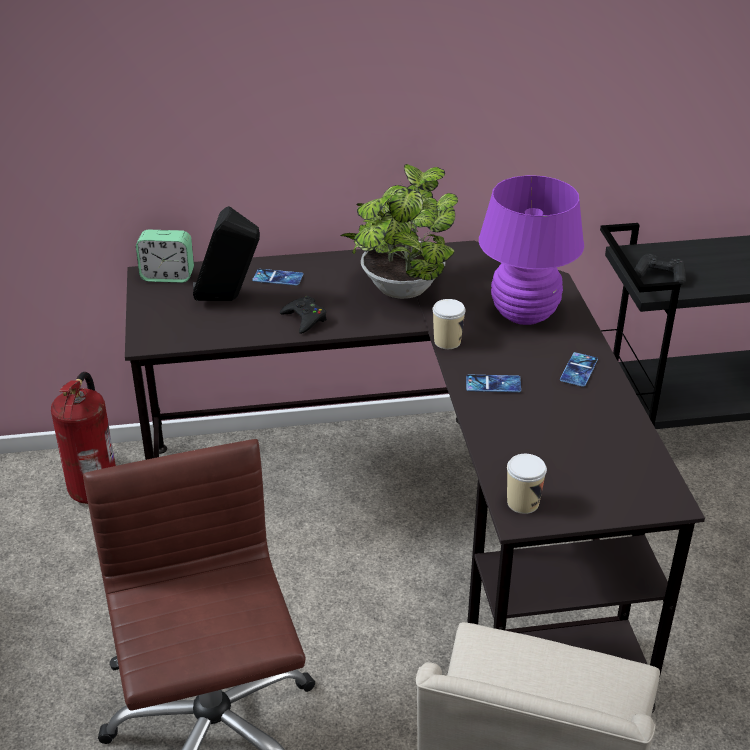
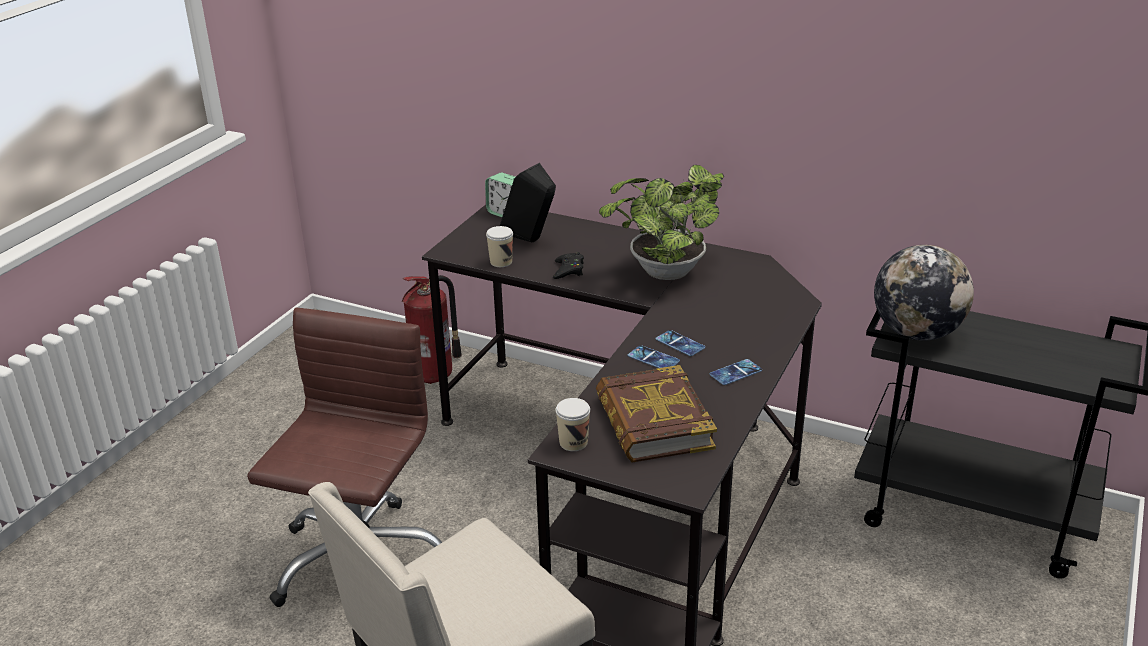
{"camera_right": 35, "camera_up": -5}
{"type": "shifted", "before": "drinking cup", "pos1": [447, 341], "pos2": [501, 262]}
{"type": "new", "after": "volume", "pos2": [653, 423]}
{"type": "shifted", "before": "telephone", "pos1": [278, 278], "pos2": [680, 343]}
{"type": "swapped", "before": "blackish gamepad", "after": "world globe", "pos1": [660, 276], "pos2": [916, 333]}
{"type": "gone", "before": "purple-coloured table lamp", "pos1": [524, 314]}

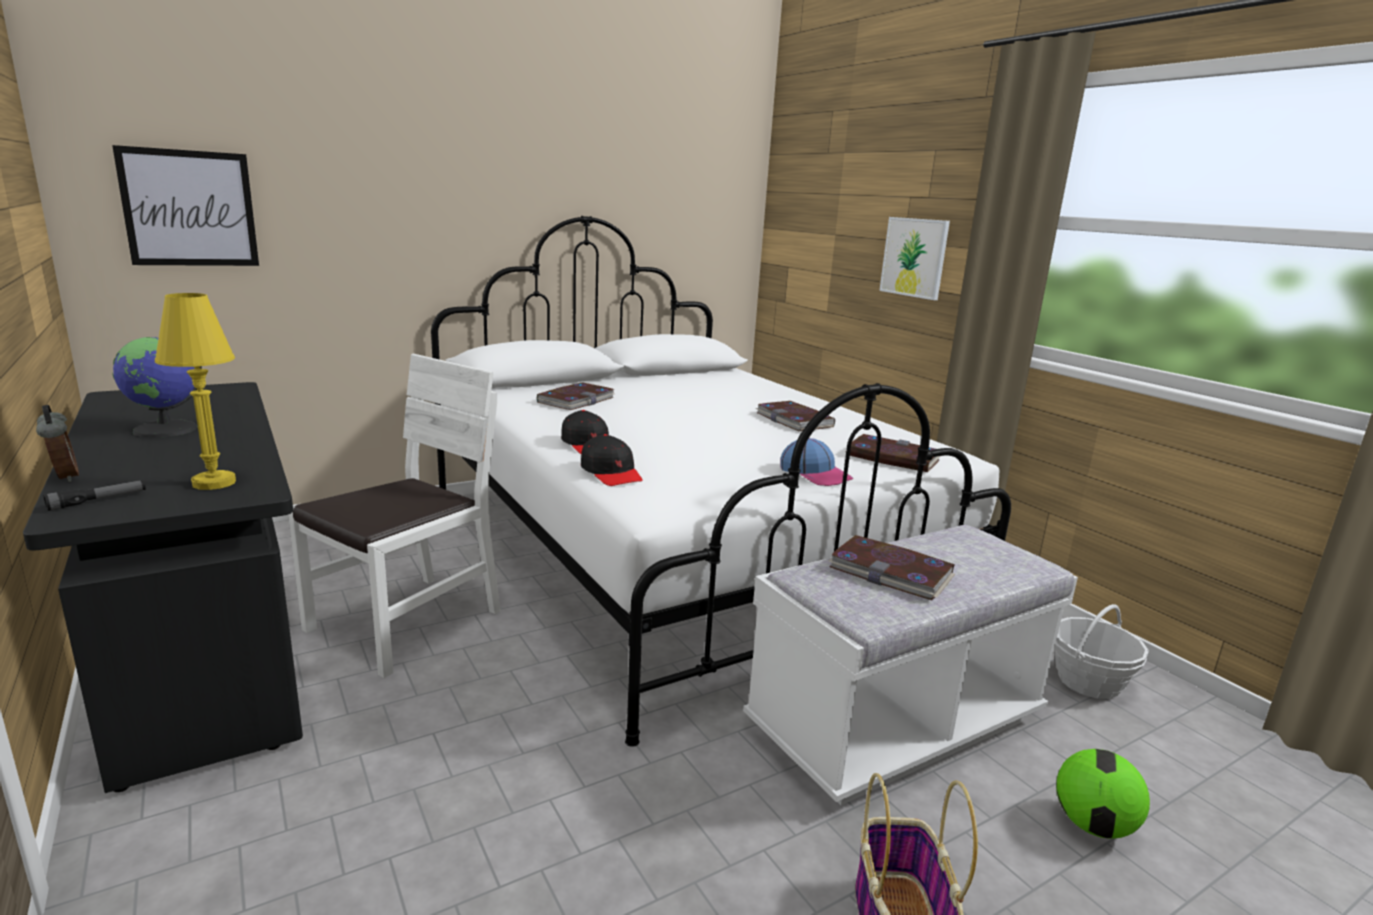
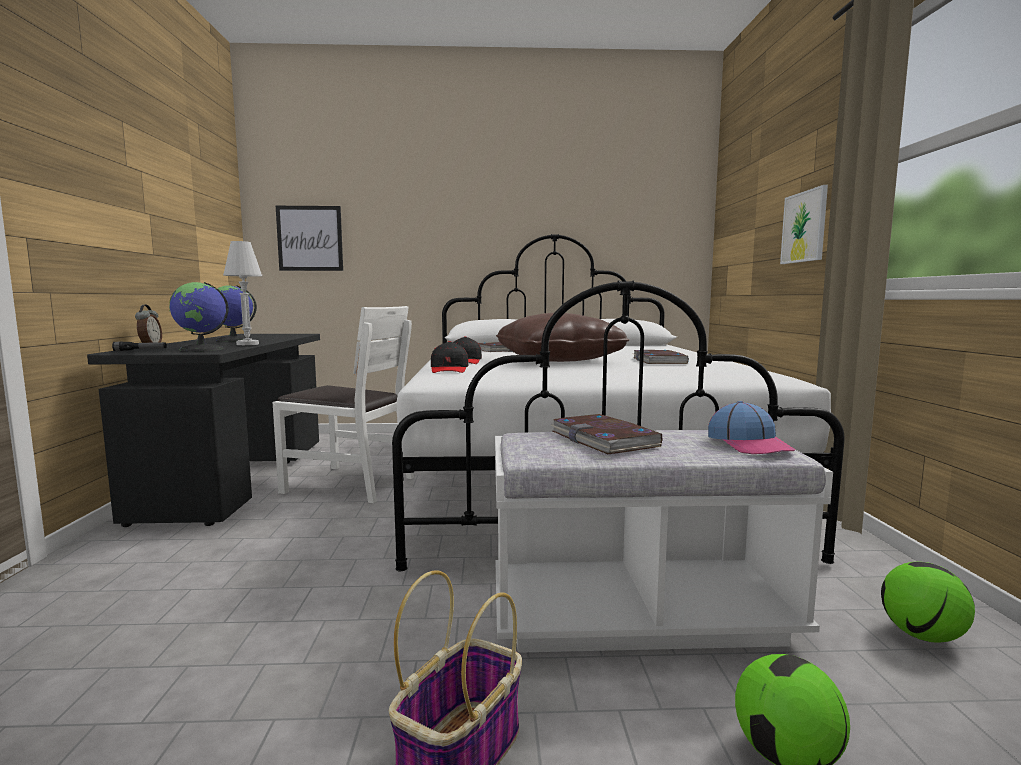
{"camera_right": 30, "camera_up": -10}
{"type": "swapped", "before": "yellow table lamp", "after": "world globe", "pos1": [214, 483], "pos2": [202, 349]}
{"type": "new", "after": "white table lamp", "pos2": [247, 344]}
{"type": "rotated", "before": "white plain chair", "pos1": [406, 622], "pos2": [349, 484], "turn": 45}
{"type": "new", "after": "brown pillow", "pos2": [559, 360]}
{"type": "shifted", "before": "cap", "pos1": [815, 474], "pos2": [749, 444]}
{"type": "swapped", "before": "storage basket", "after": "football", "pos1": [1088, 682], "pos2": [922, 635]}
{"type": "gone", "before": "volume", "pos1": [892, 458]}

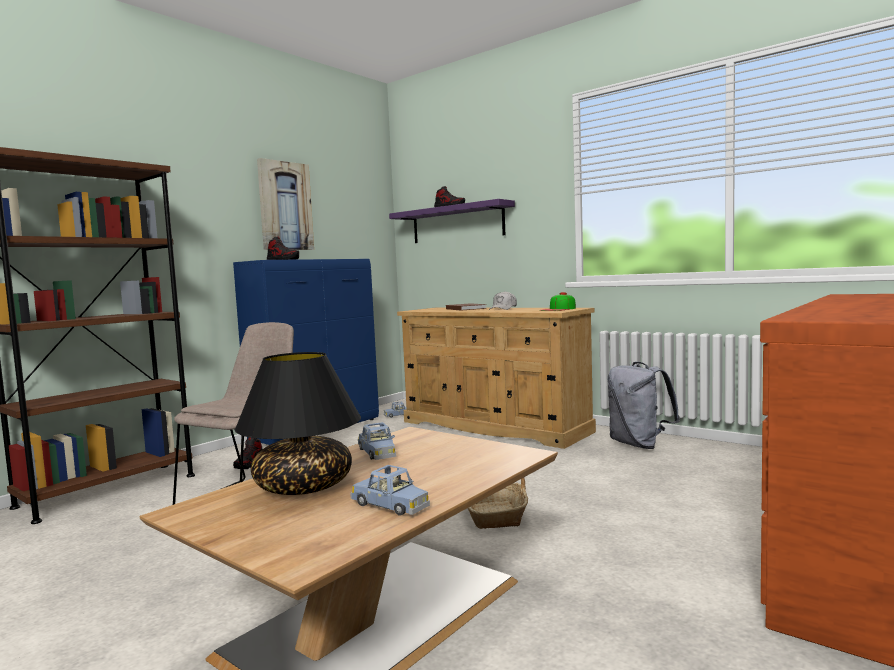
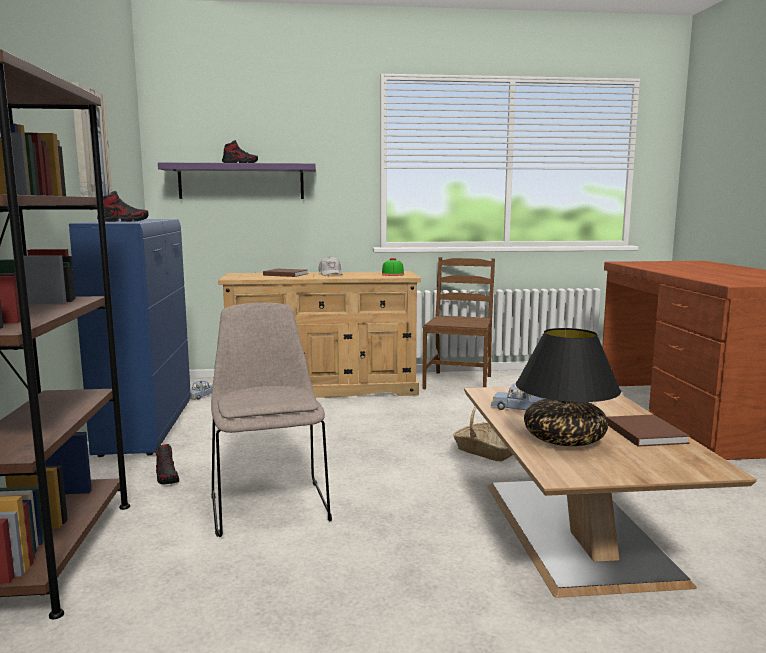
{"camera_right": -45, "camera_up": 5}
{"type": "swapped", "before": "gray knapsack", "after": "brown plain chair", "pos1": [639, 445], "pos2": [458, 382]}
{"type": "swapped", "before": "bluish model car", "after": "brown volume", "pos1": [390, 505], "pos2": [644, 432]}

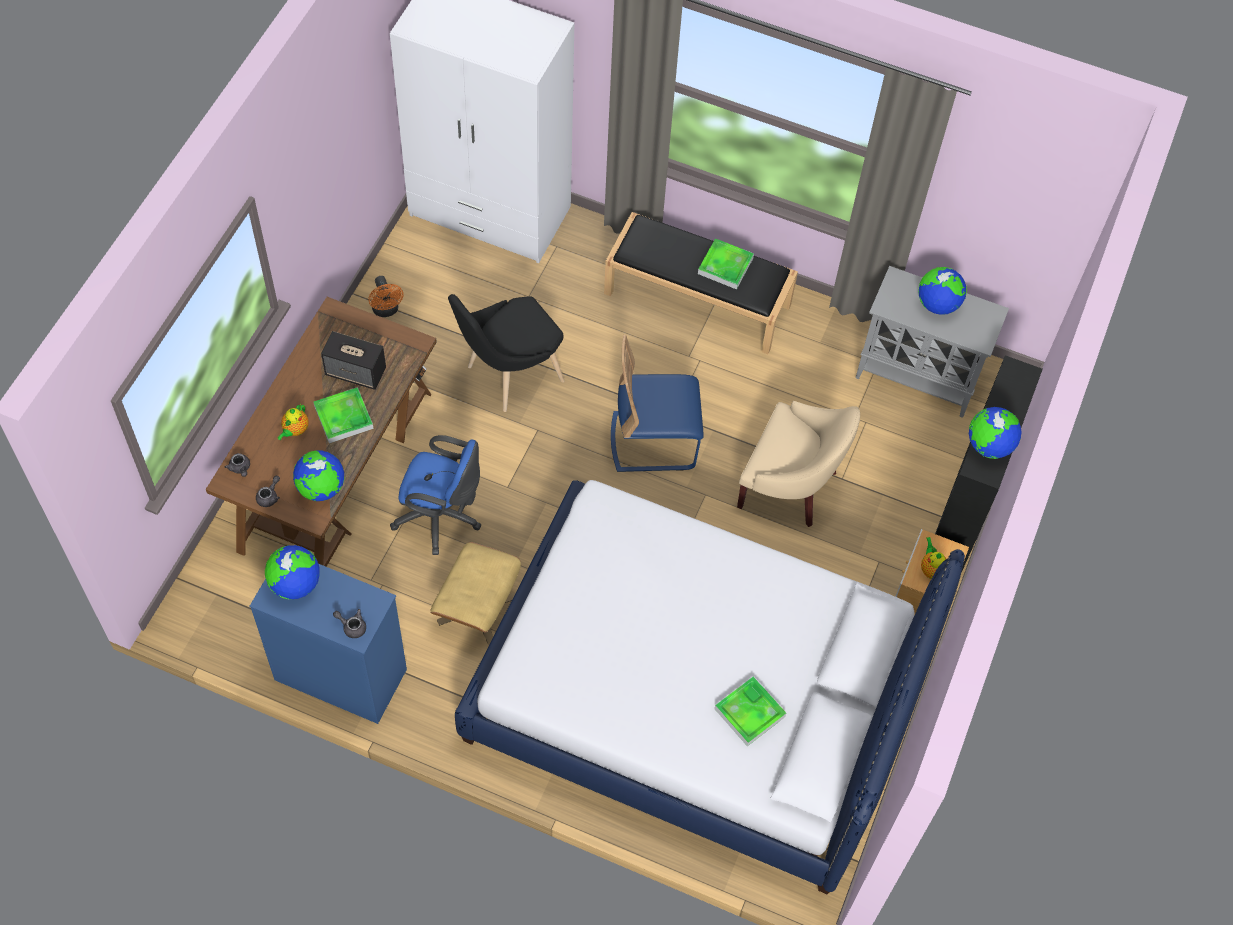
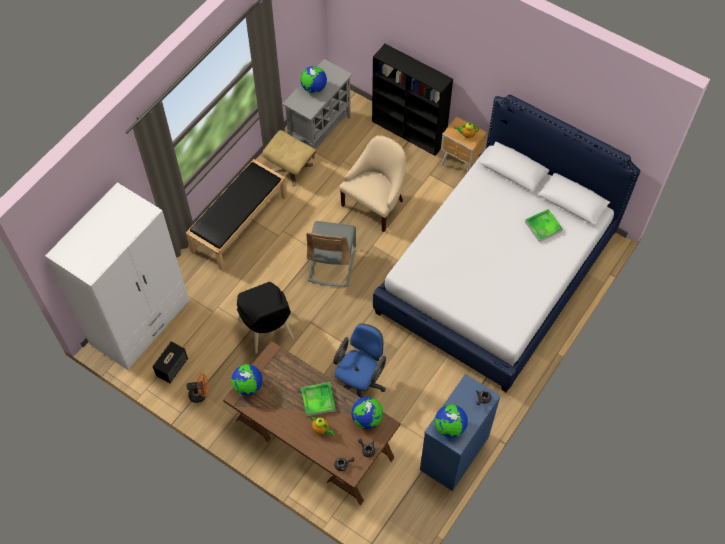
{"camera_right": -75, "camera_up": 0}
{"type": "shifted", "before": "audio speaker", "pos1": [356, 372], "pos2": [172, 367]}
{"type": "shifted", "before": "world globe", "pos1": [989, 446], "pos2": [248, 386]}
{"type": "shifted", "before": "beige ottoman", "pos1": [478, 609], "pos2": [291, 168]}
{"type": "repainted", "before": "bluish plain chair", "after": "gray plain chair", "pos1": [653, 441], "pos2": [332, 264]}
{"type": "gone", "before": "tray", "pos1": [725, 266]}

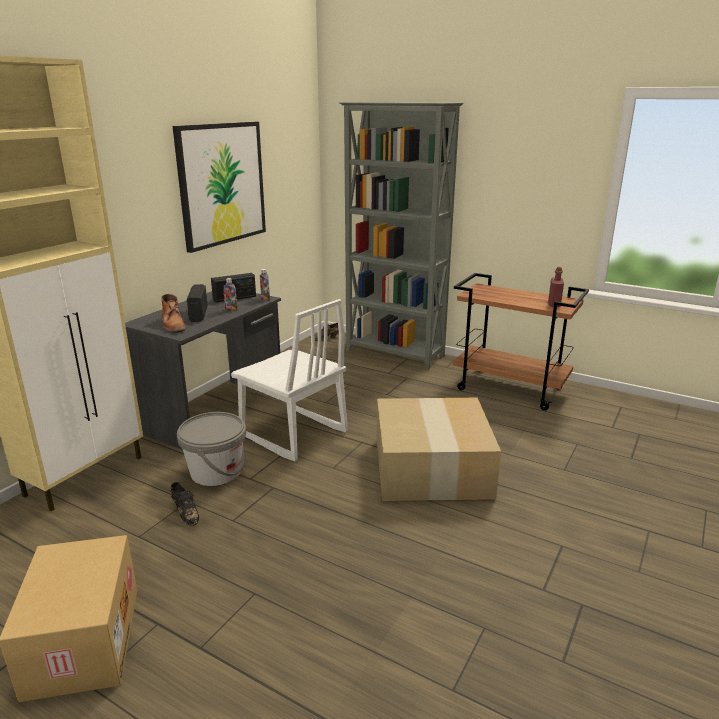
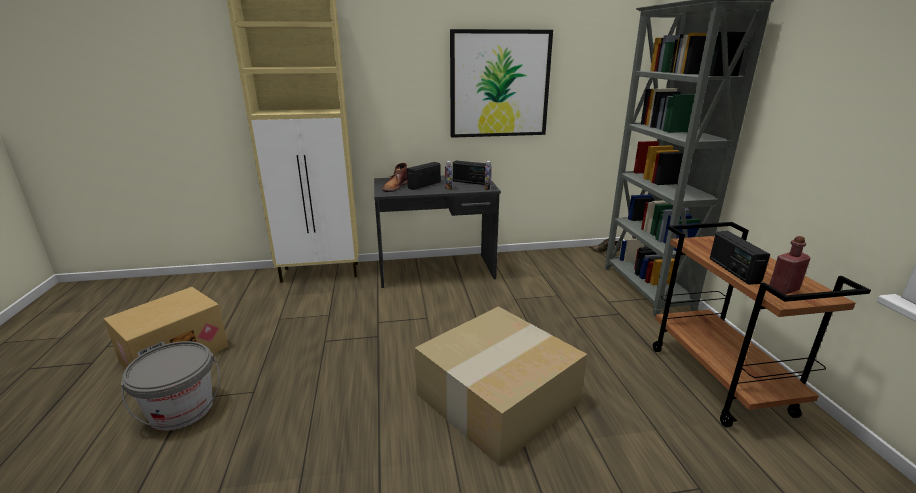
{"camera_right": 50, "camera_up": 0}
{"type": "shifted", "before": "gray pail", "pos1": [216, 471], "pos2": [182, 410]}
{"type": "new", "after": "radio set", "pos2": [733, 270]}
{"type": "gone", "before": "blackish low shoe", "pos1": [186, 513]}
{"type": "gone", "before": "white plain chair", "pos1": [293, 434]}

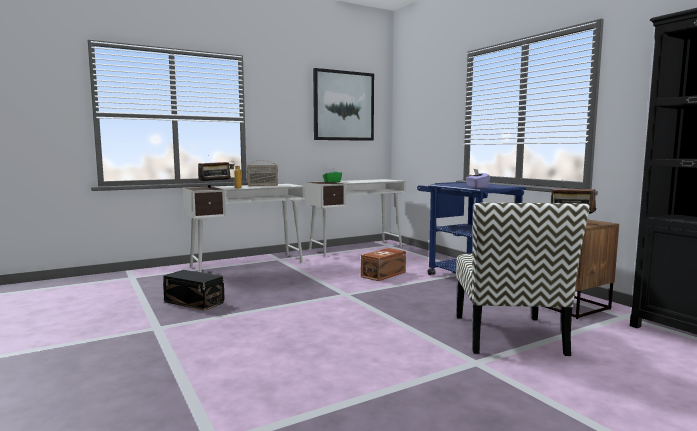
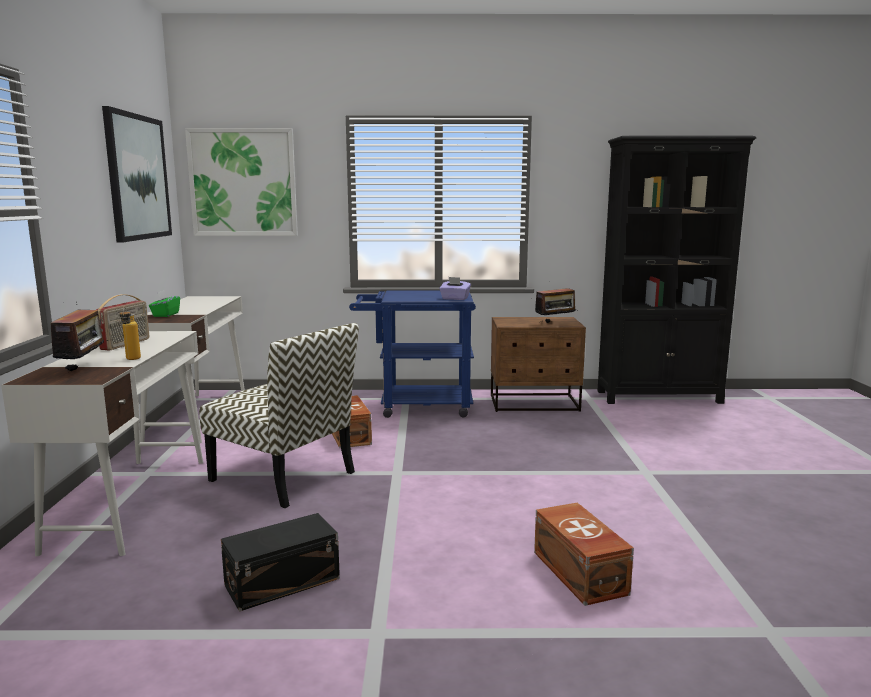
{"camera_right": -60, "camera_up": 5}
{"type": "new", "after": "wall picture", "pos2": [243, 183]}
{"type": "shifted", "before": "plain chair", "pos1": [509, 335], "pos2": [285, 477]}
{"type": "new", "after": "brown storage container", "pos2": [579, 573]}

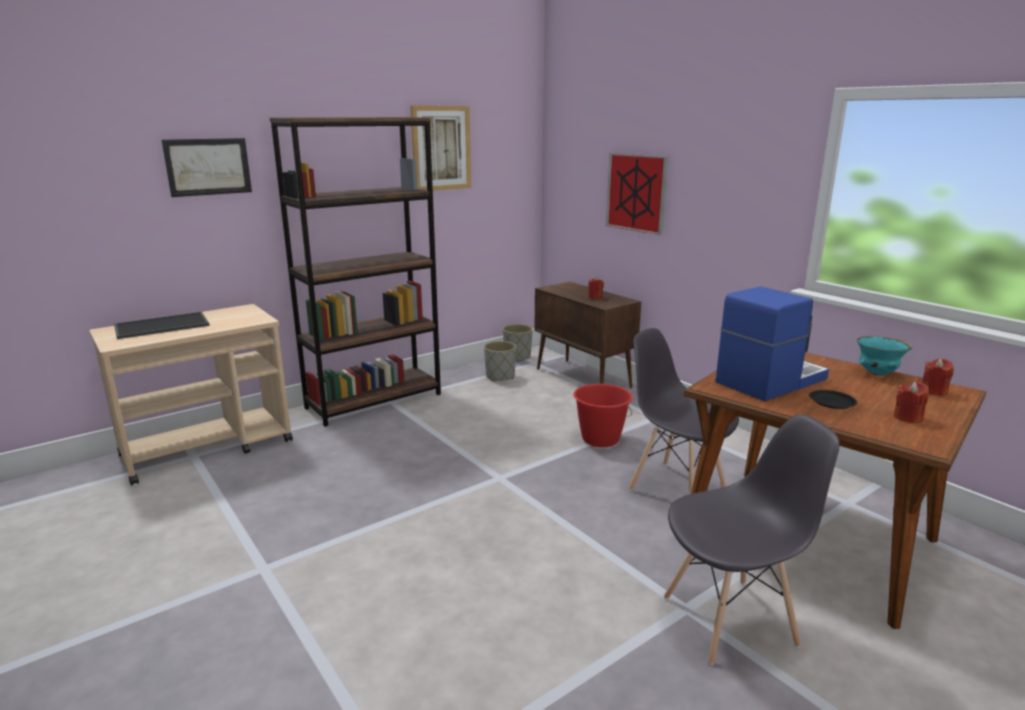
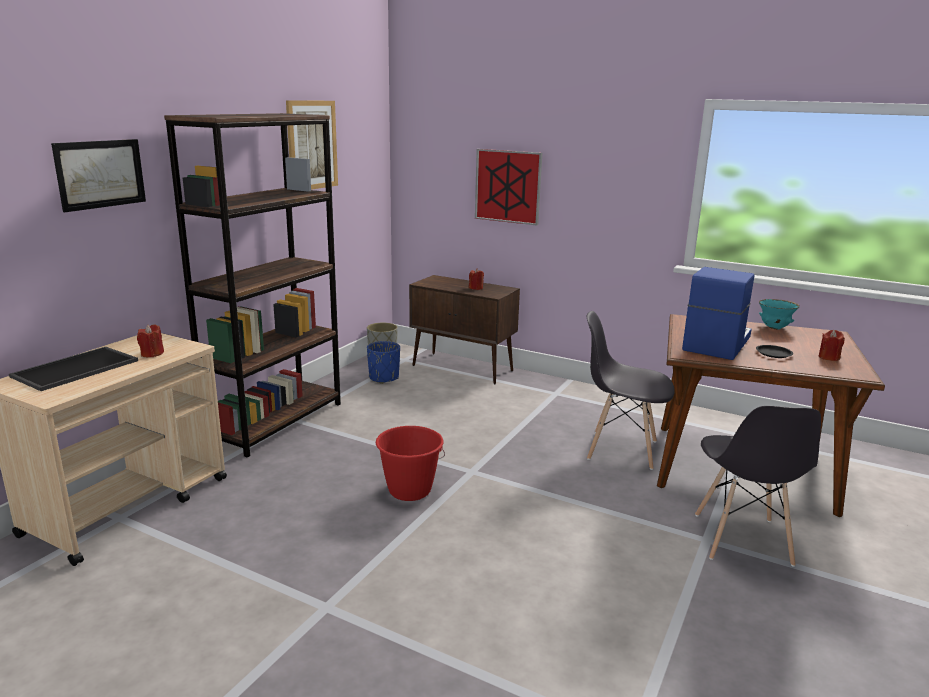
{"camera_right": -25, "camera_up": 0}
{"type": "shifted", "before": "red candle", "pos1": [933, 391], "pos2": [152, 354]}
{"type": "repainted", "before": "gray flower pot", "after": "bluish flower pot", "pos1": [500, 376], "pos2": [384, 378]}
{"type": "shifted", "before": "red pail", "pos1": [600, 439], "pos2": [409, 490]}
{"type": "rotated", "before": "gray plain chair", "pos1": [730, 620], "pos2": [742, 540], "turn": 135}

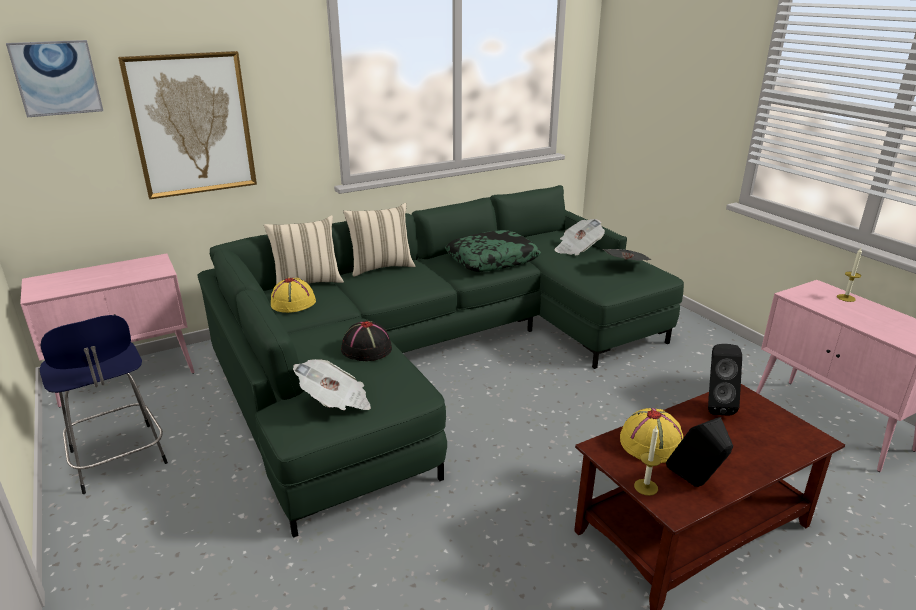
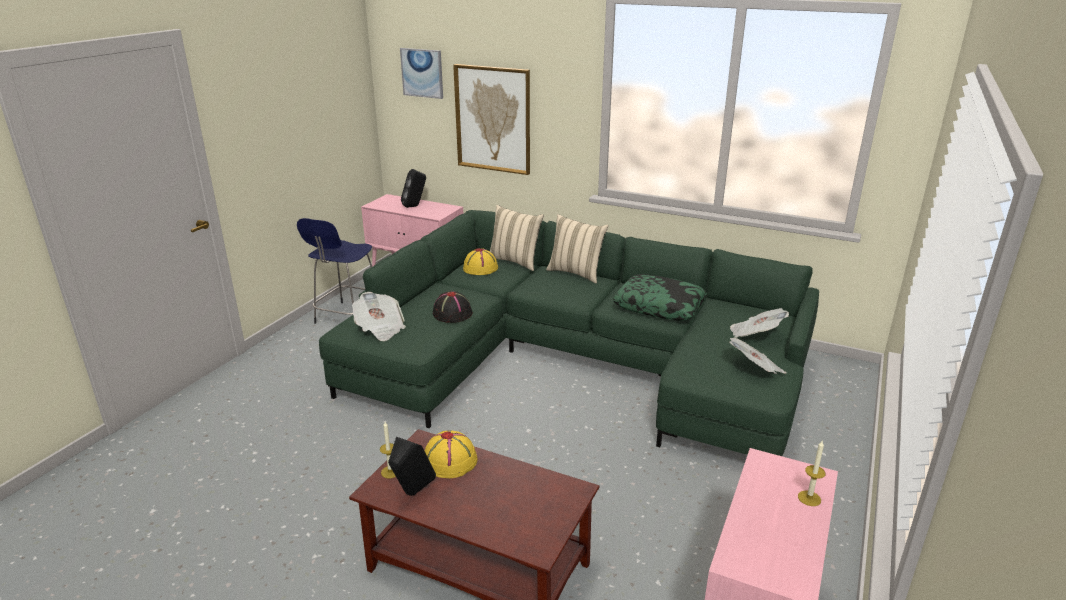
{"camera_right": 55, "camera_up": 0}
{"type": "shifted", "before": "blackish audio speaker", "pos1": [715, 405], "pos2": [415, 206]}

